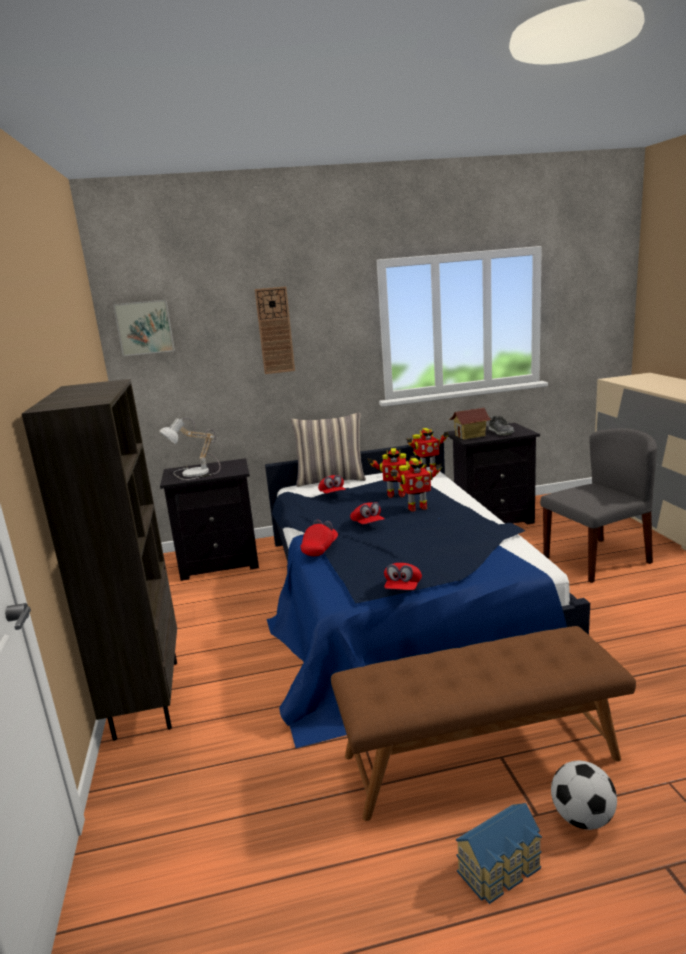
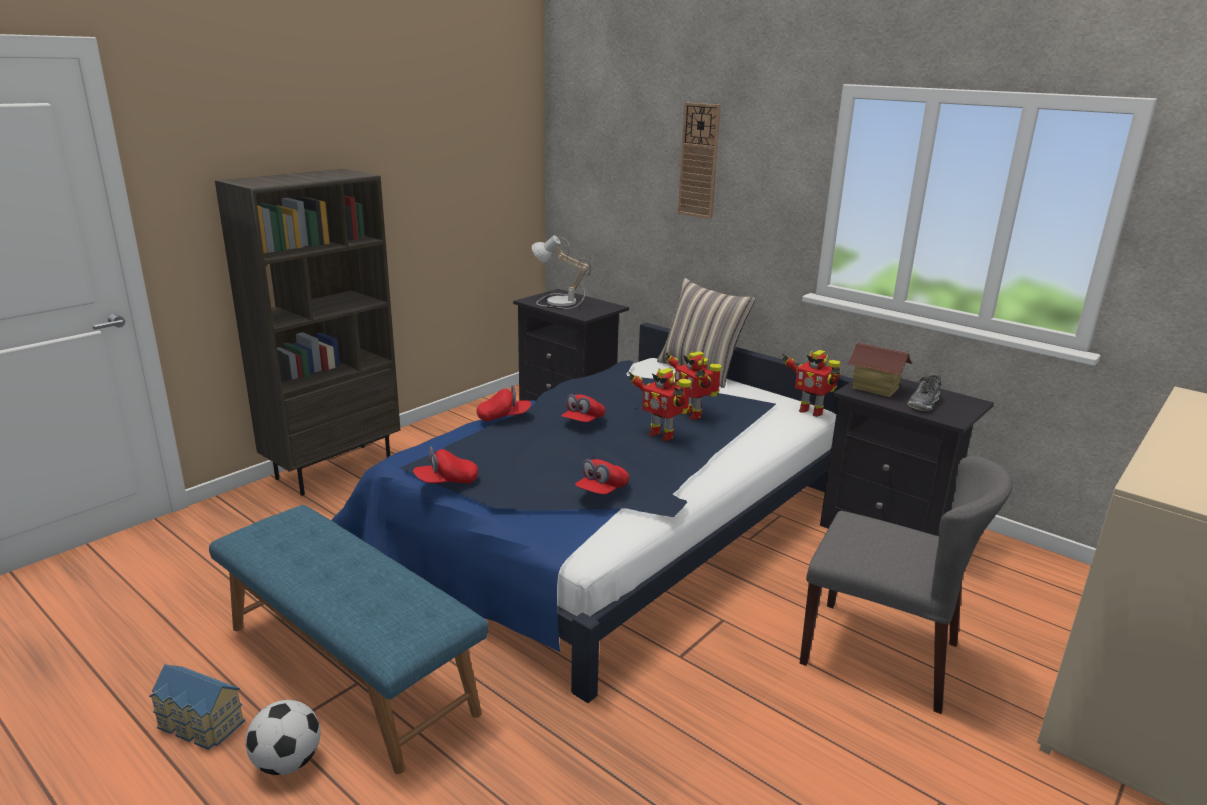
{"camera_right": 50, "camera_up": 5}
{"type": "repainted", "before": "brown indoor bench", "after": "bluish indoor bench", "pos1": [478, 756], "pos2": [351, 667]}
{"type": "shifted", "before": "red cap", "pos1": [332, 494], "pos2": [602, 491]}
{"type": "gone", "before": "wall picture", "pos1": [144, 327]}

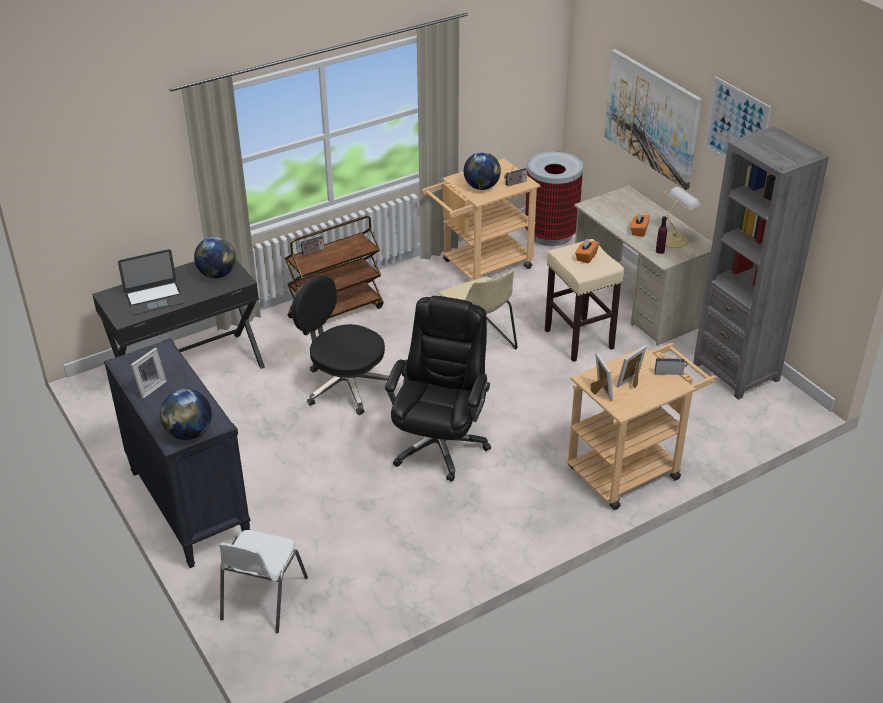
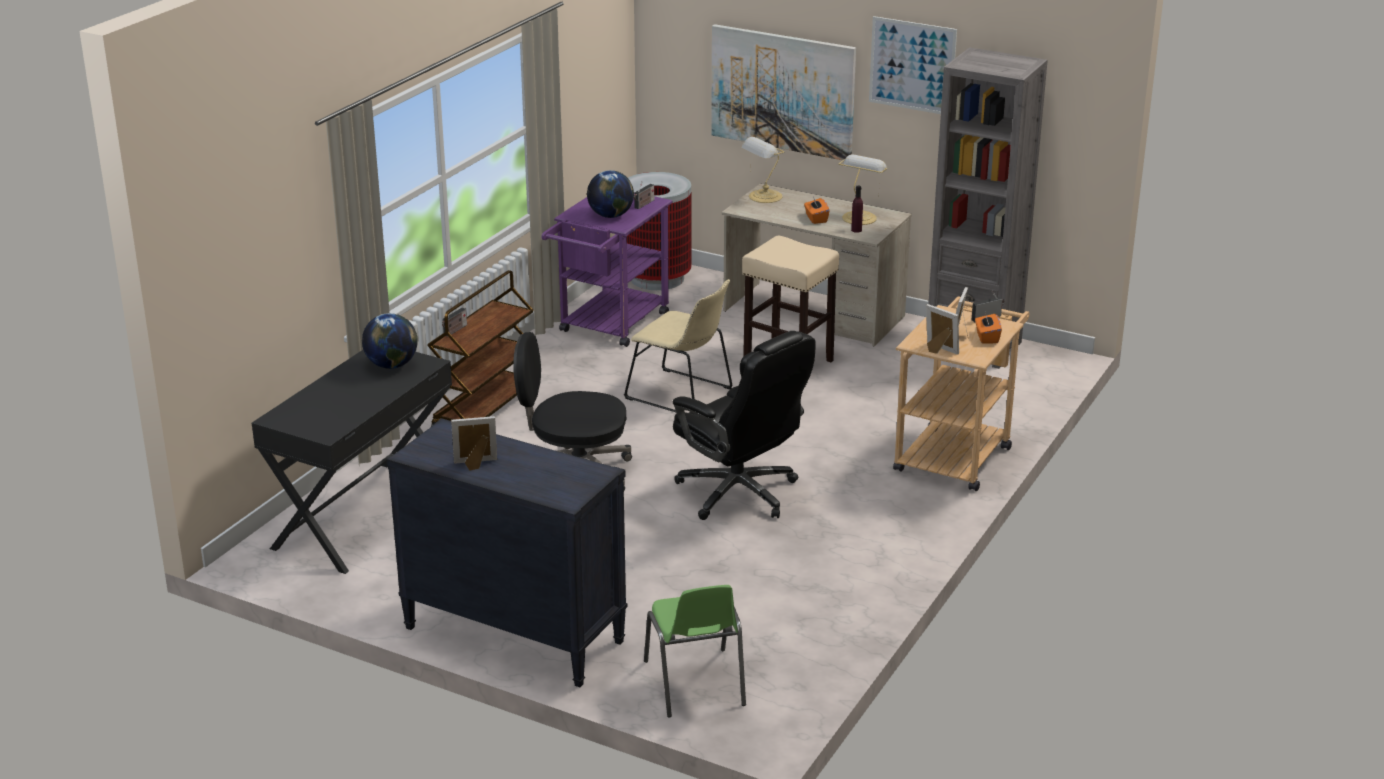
{"camera_right": -30, "camera_up": -10}
{"type": "rotated", "before": "standing frame", "pos1": [149, 387], "pos2": [476, 465], "turn": -105}
{"type": "repainted", "before": "beige trolley", "after": "purple-coloured trolley", "pos1": [480, 266], "pos2": [609, 326]}
{"type": "repainted", "before": "white plain chair", "after": "greenish plain chair", "pos1": [262, 599], "pos2": [695, 684]}
{"type": "rotated", "before": "blackish office chair", "pos1": [440, 445], "pos2": [740, 493], "turn": 150}
{"type": "new", "after": "table lamp", "pos2": [764, 197]}
{"type": "shifted", "before": "orangey tissue box", "pos1": [586, 257], "pos2": [986, 337]}
{"type": "gone", "before": "portable computer", "pos1": [154, 298]}
{"type": "gone", "before": "world globe", "pos1": [189, 433]}

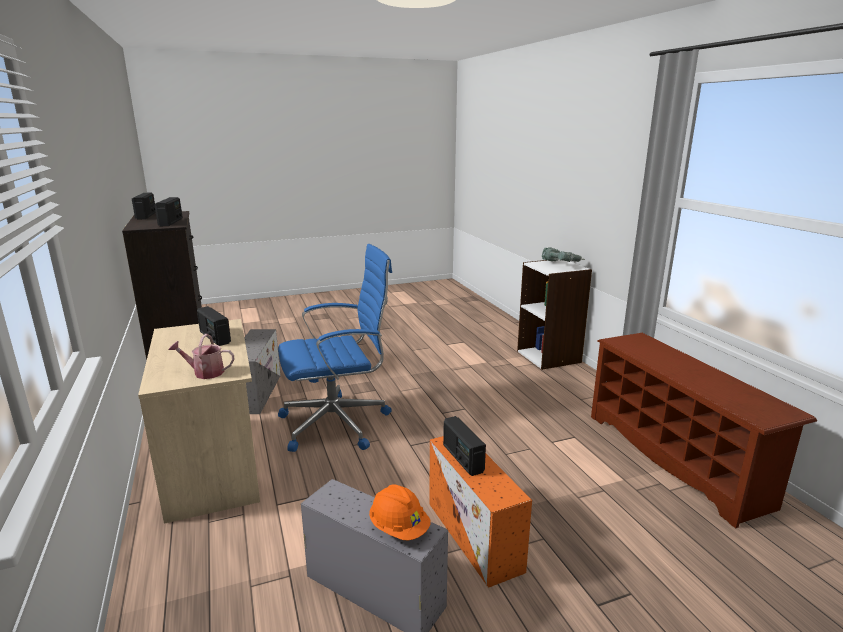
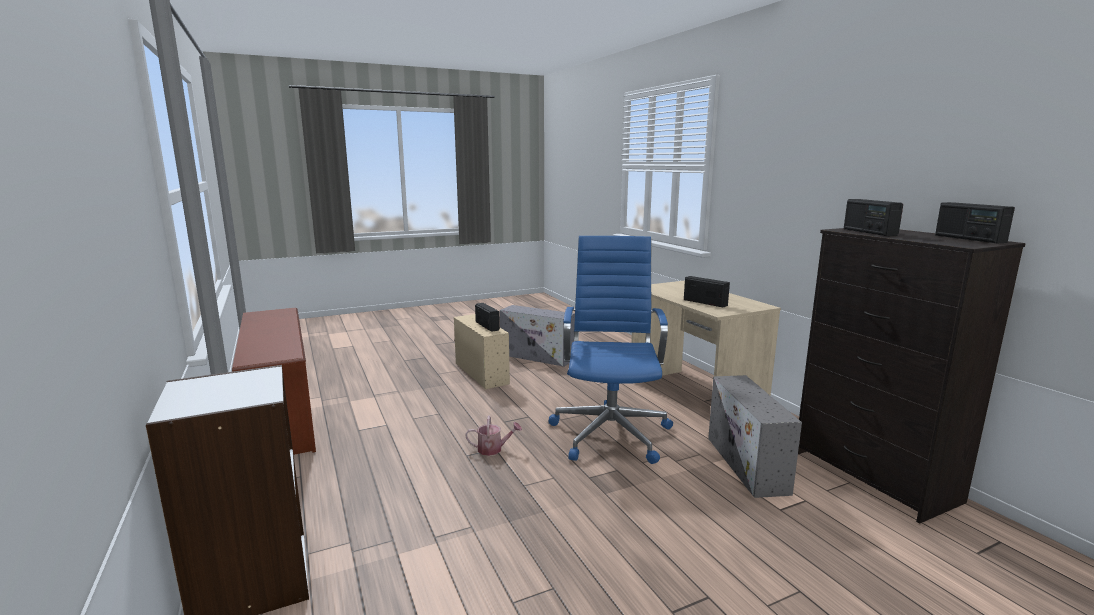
{"camera_right": 175, "camera_up": -5}
{"type": "repainted", "before": "orangey storage container", "after": "beige storage container", "pos1": [474, 537], "pos2": [480, 373]}
{"type": "shifted", "before": "sprinkling can", "pos1": [205, 372], "pos2": [493, 449]}
{"type": "rotated", "before": "bluish office chair", "pos1": [338, 423], "pos2": [611, 432], "turn": 120}
{"type": "gone", "before": "orangey work helmet", "pos1": [399, 528]}
{"type": "gone", "before": "electric drill", "pos1": [561, 264]}

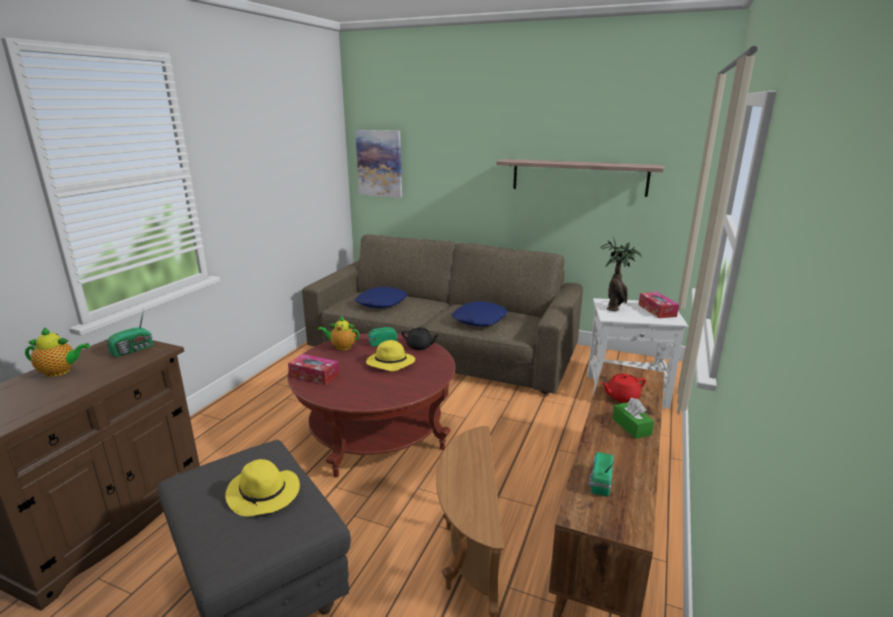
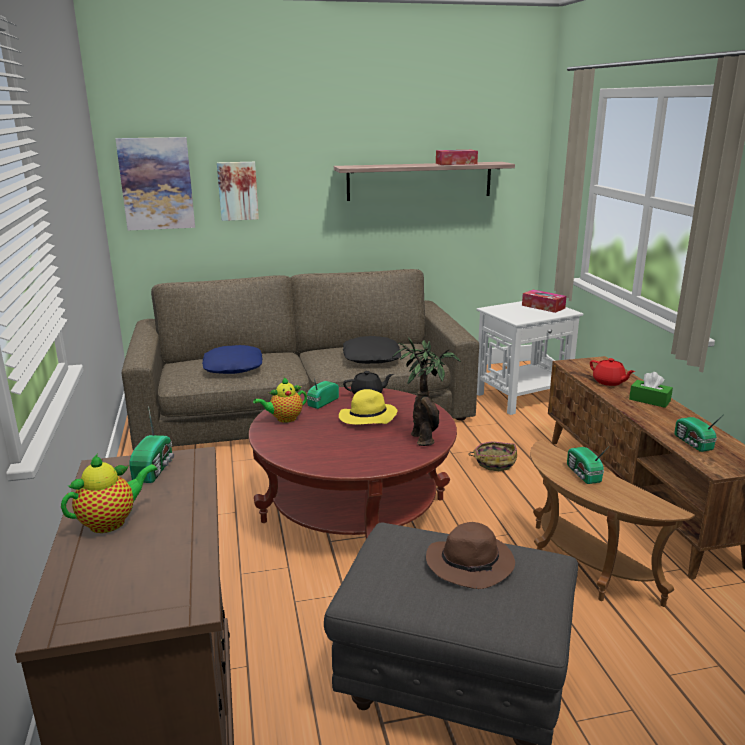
{"camera_right": -35, "camera_up": 0}
{"type": "new", "after": "wall picture", "pos2": [237, 191]}
{"type": "repainted", "before": "bluish pillow", "after": "blackish pillow", "pos1": [480, 319], "pos2": [372, 357]}
{"type": "shifted", "before": "potted plant", "pos1": [615, 307], "pos2": [423, 437]}
{"type": "repainted", "before": "yellow hat", "after": "brown hat", "pos1": [264, 494], "pos2": [471, 564]}
{"type": "shifted", "before": "tissue box", "pos1": [314, 375], "pos2": [456, 163]}
{"type": "new", "after": "storage basket", "pos2": [494, 462]}
{"type": "new", "after": "radio set", "pos2": [583, 474]}
{"type": "rotated", "before": "red tea pot", "pos1": [621, 397], "pos2": [609, 382], "turn": -75}

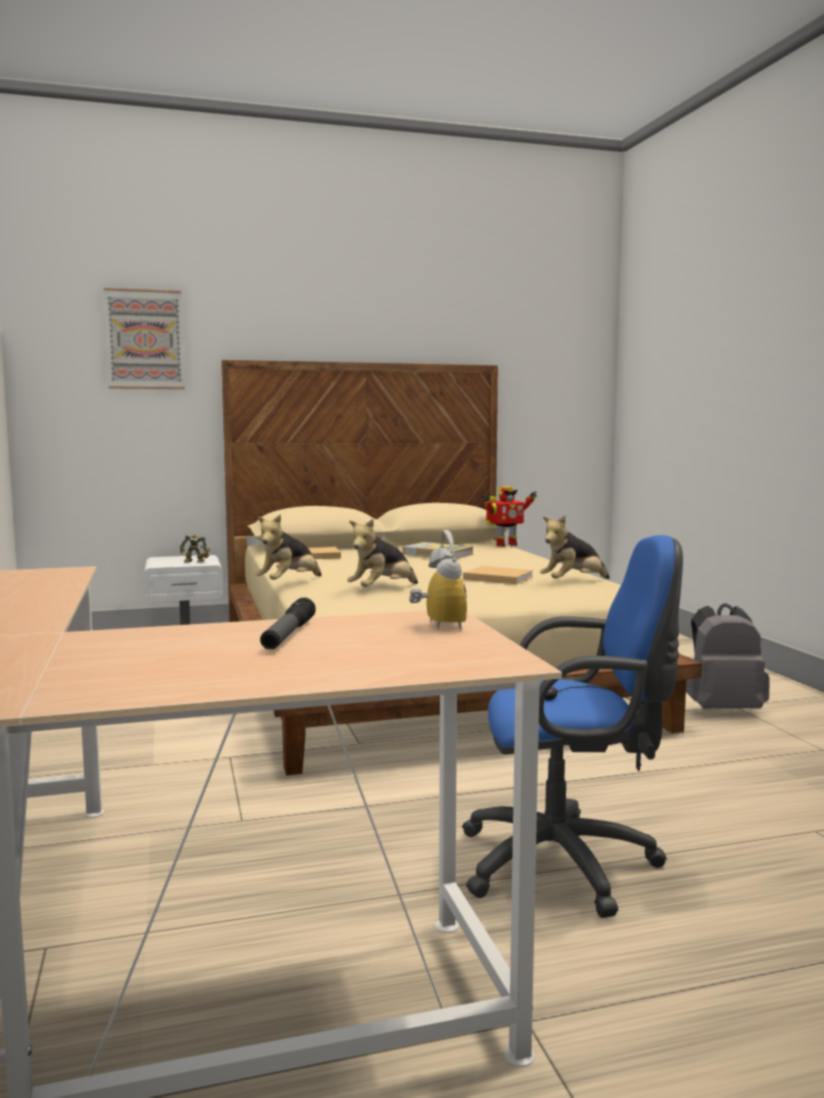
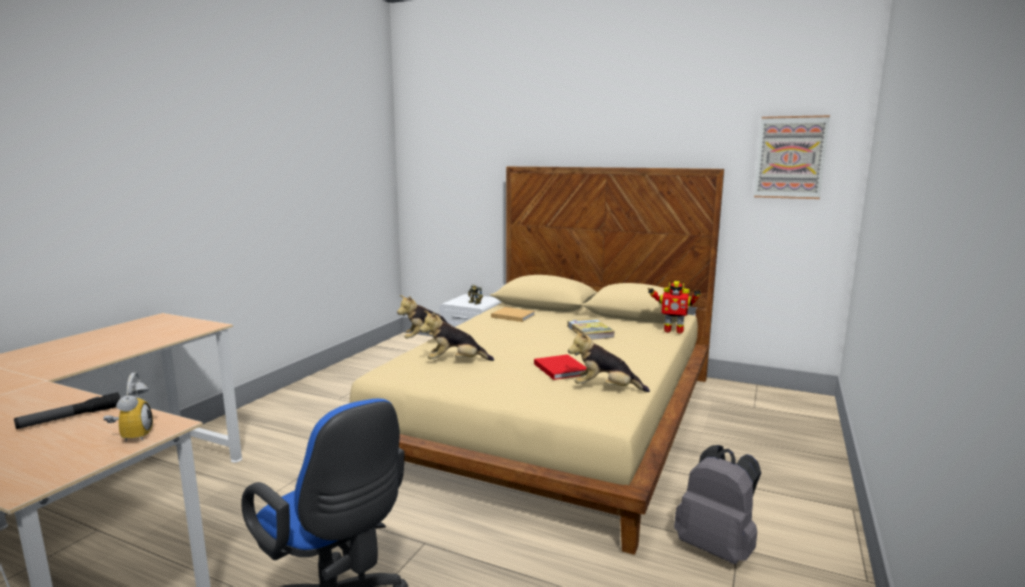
{"camera_right": 40, "camera_up": 5}
{"type": "rotated", "before": "table clock", "pos1": [436, 625], "pos2": [132, 436], "turn": -45}
{"type": "repainted", "before": "beige volume", "after": "red volume", "pos1": [496, 578], "pos2": [560, 368]}
{"type": "shifted", "before": "wall picture", "pos1": [145, 339], "pos2": [790, 157]}

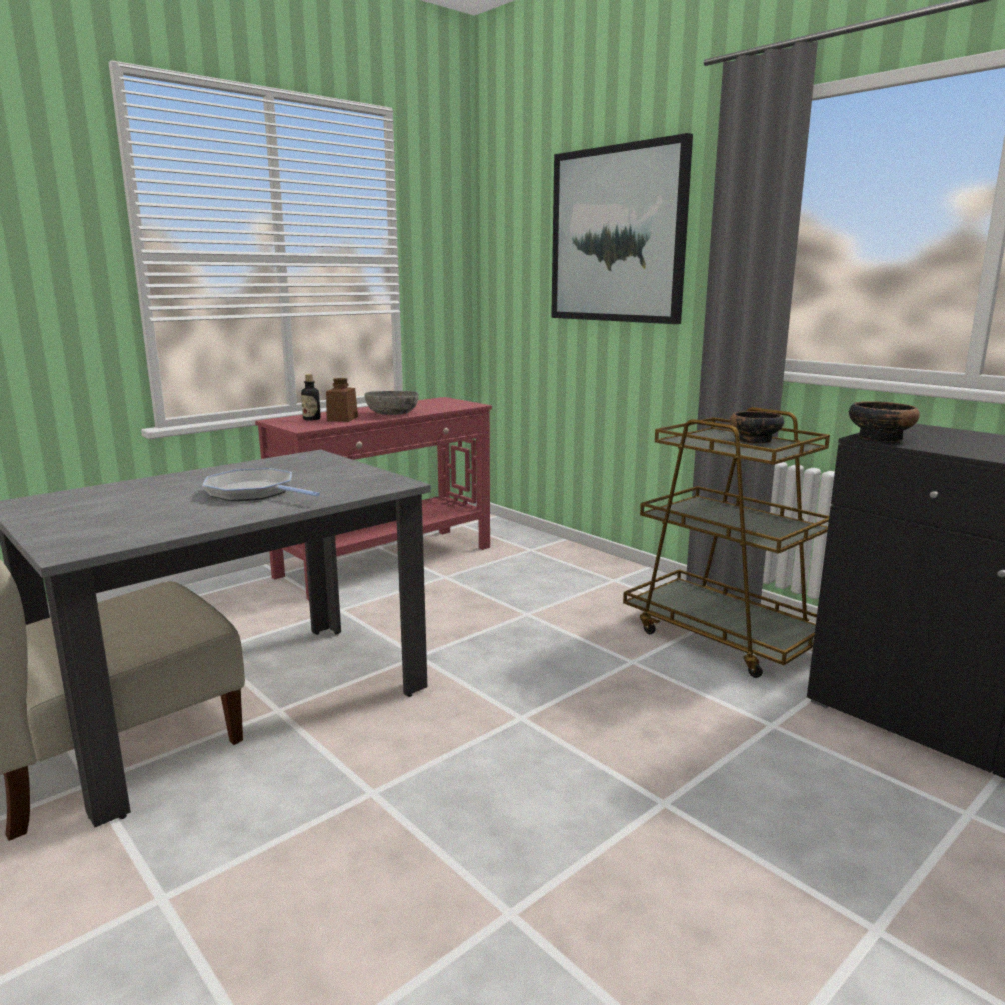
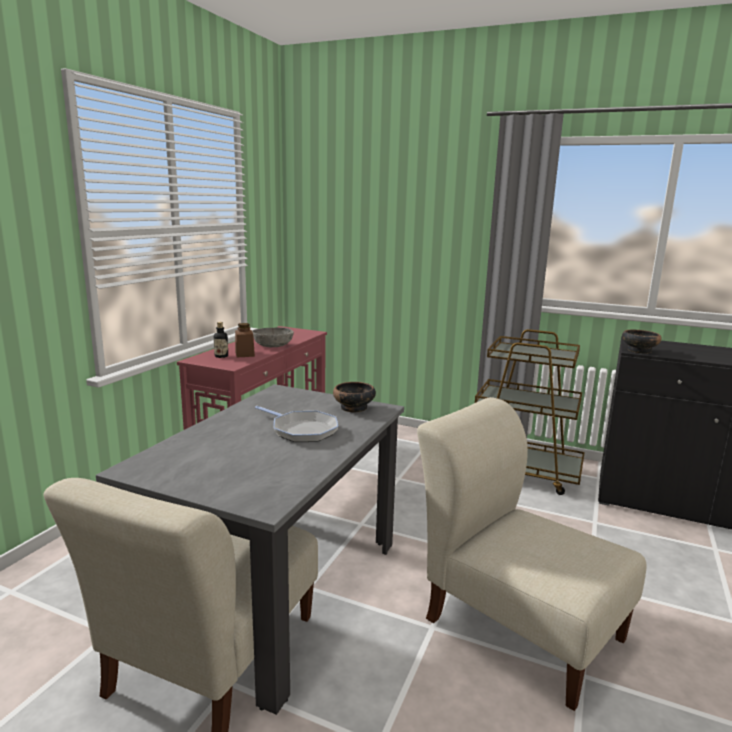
{"camera_right": -25, "camera_up": 0}
{"type": "rotated", "before": "skillet", "pos1": [254, 492], "pos2": [302, 430], "turn": -150}
{"type": "shifted", "before": "deep dish", "pos1": [754, 440], "pos2": [353, 408]}
{"type": "new", "after": "beige plain chair", "pos2": [516, 624]}
{"type": "gone", "before": "wall picture", "pos1": [617, 235]}

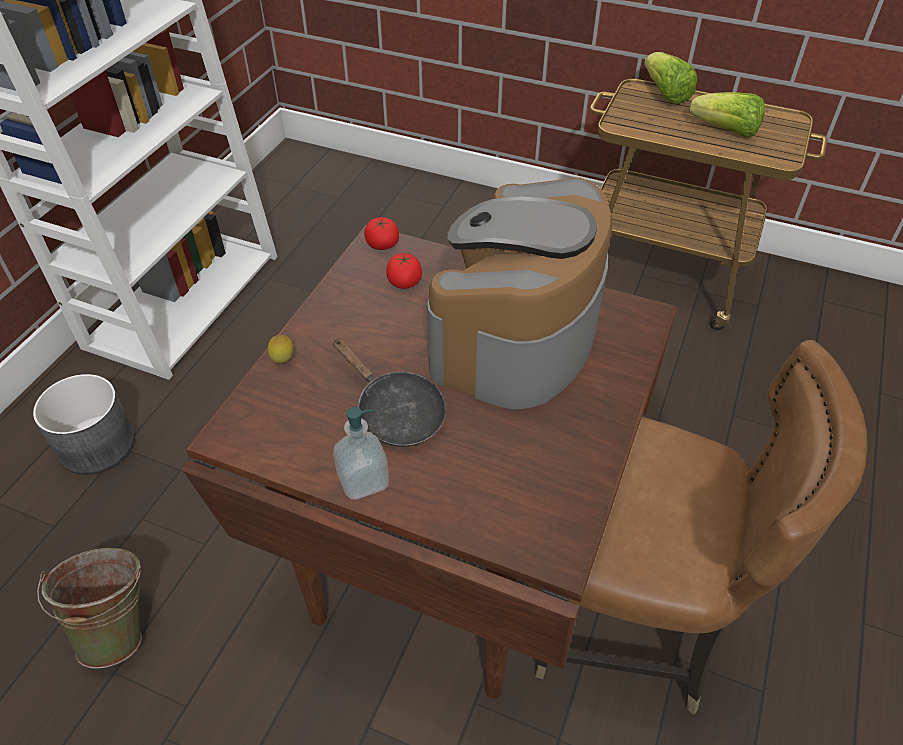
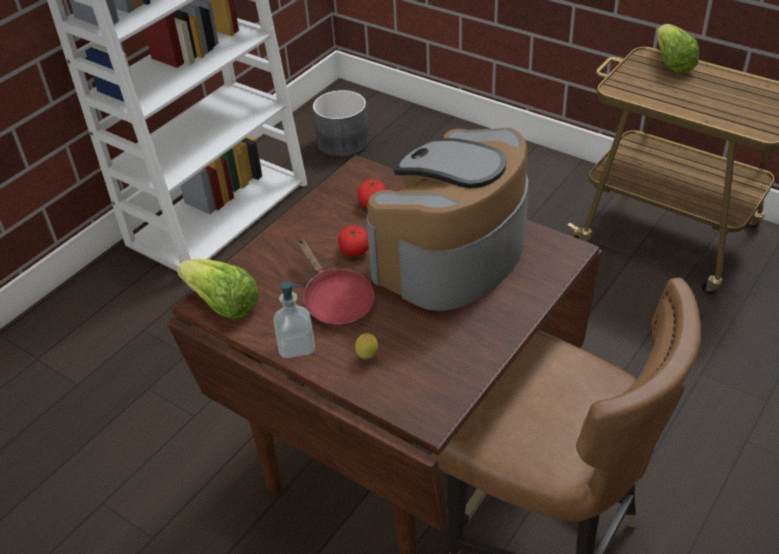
{"camera_right": 15, "camera_up": -5}
{"type": "shifted", "before": "lettuce", "pos1": [726, 131], "pos2": [222, 304]}
{"type": "repainted", "before": "blackish skillet", "after": "red skillet", "pos1": [395, 412], "pos2": [335, 301]}
{"type": "shifted", "before": "gray flower pot", "pos1": [97, 444], "pos2": [342, 143]}
{"type": "shifted", "before": "tomato", "pos1": [382, 244], "pos2": [354, 250]}
{"type": "shifted", "before": "lemon", "pos1": [283, 361], "pos2": [367, 357]}
{"type": "gone", "before": "greenish pail", "pos1": [119, 627]}

